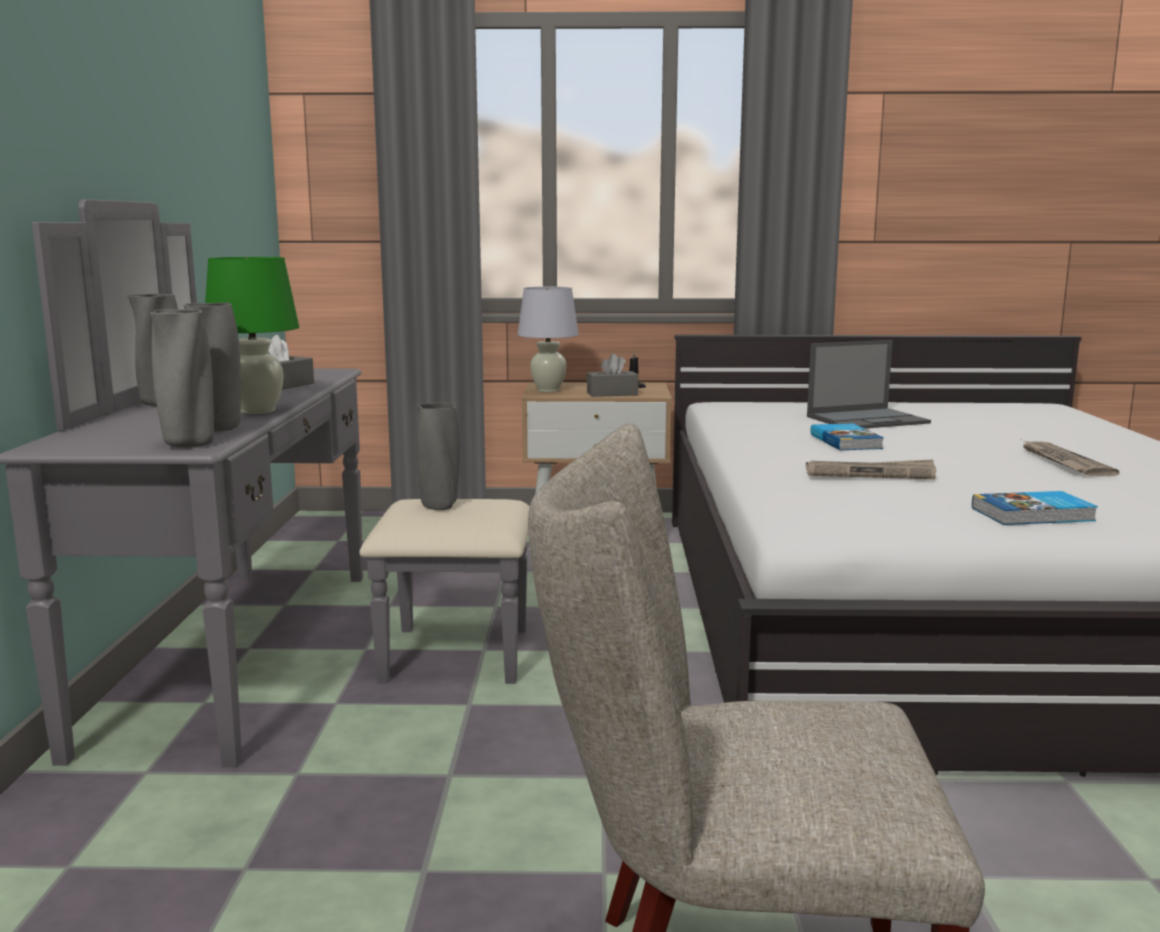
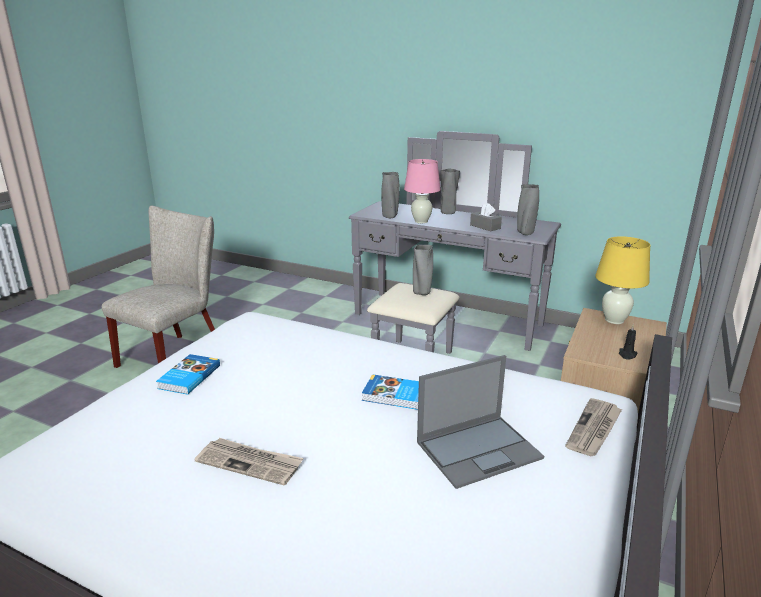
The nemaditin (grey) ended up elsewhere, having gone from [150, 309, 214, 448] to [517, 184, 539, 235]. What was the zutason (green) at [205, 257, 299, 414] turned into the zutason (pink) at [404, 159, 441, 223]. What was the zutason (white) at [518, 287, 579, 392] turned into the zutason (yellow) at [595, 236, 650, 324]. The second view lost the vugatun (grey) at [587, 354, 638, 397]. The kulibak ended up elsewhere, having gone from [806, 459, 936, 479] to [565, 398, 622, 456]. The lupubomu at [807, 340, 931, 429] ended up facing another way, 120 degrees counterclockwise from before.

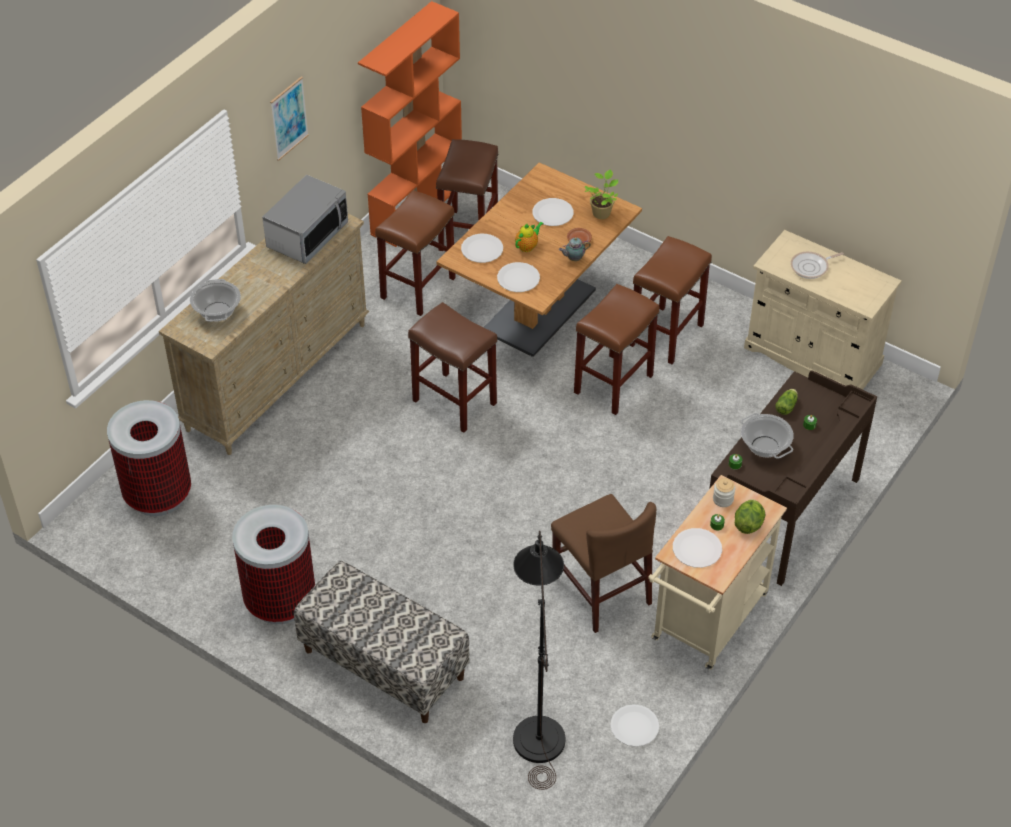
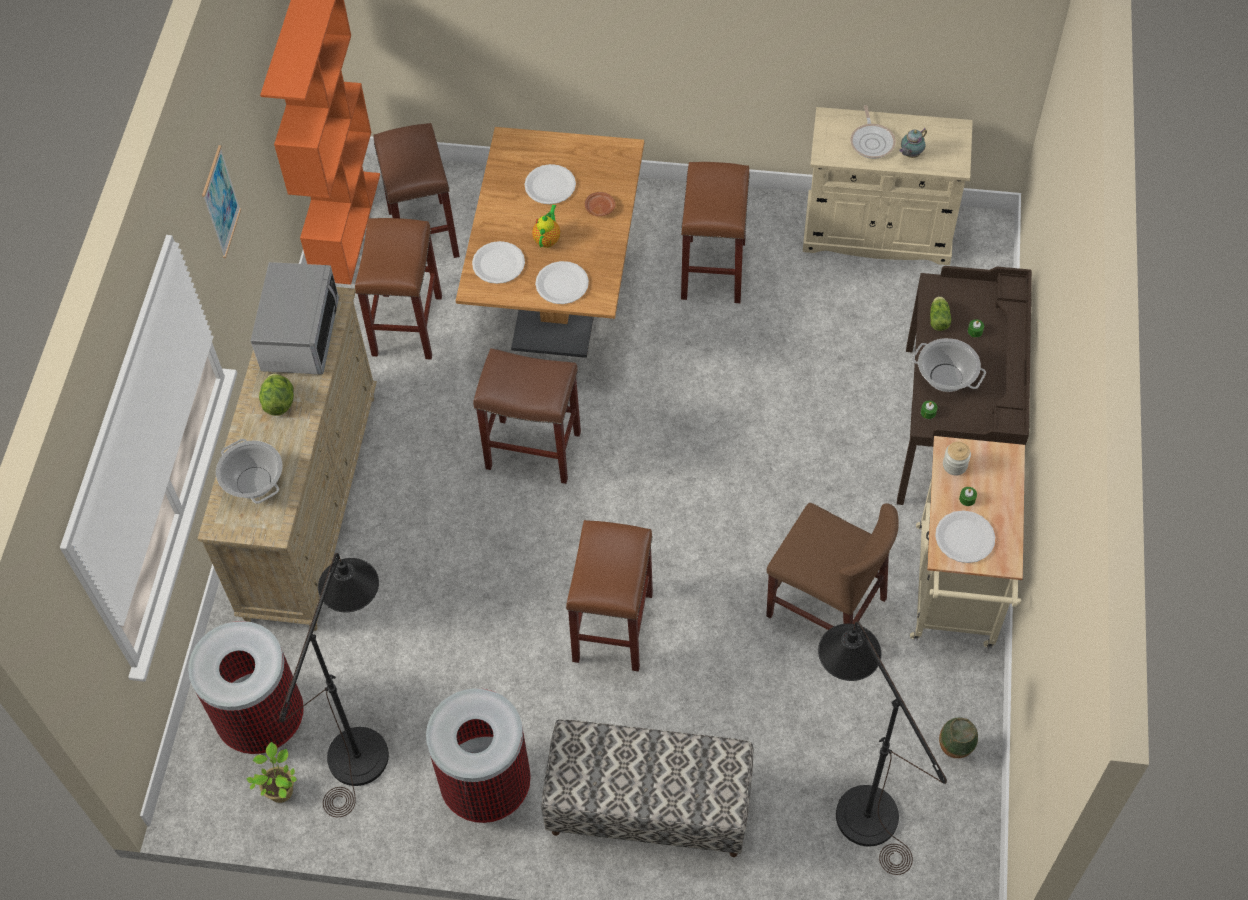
The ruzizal ended up elsewhere, having gone from [559, 237, 591, 261] to [899, 128, 927, 158]. The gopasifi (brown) ended up elsewhere, having gone from [574, 284, 659, 415] to [566, 520, 653, 672]. The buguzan ended up elsewhere, having gone from [585, 169, 618, 219] to [246, 742, 297, 803]. Where the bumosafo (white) stood at [610, 704, 659, 747], the nemaditin came to stand at [939, 717, 978, 758]. The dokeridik ended up elsewhere, having gone from [735, 499, 765, 534] to [259, 373, 294, 416]. The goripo at [791, 252, 844, 279] ended up facing another way, 45 degrees counterclockwise from before. The second view gained the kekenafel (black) at [279, 553, 389, 817].

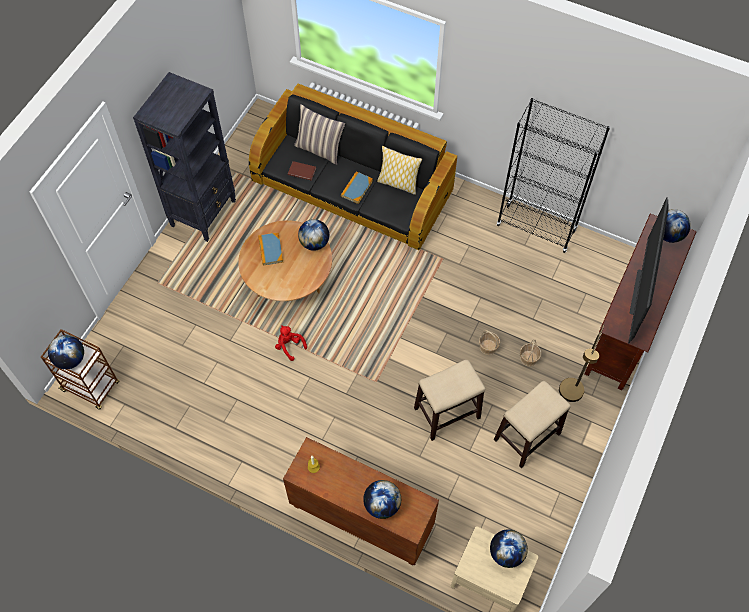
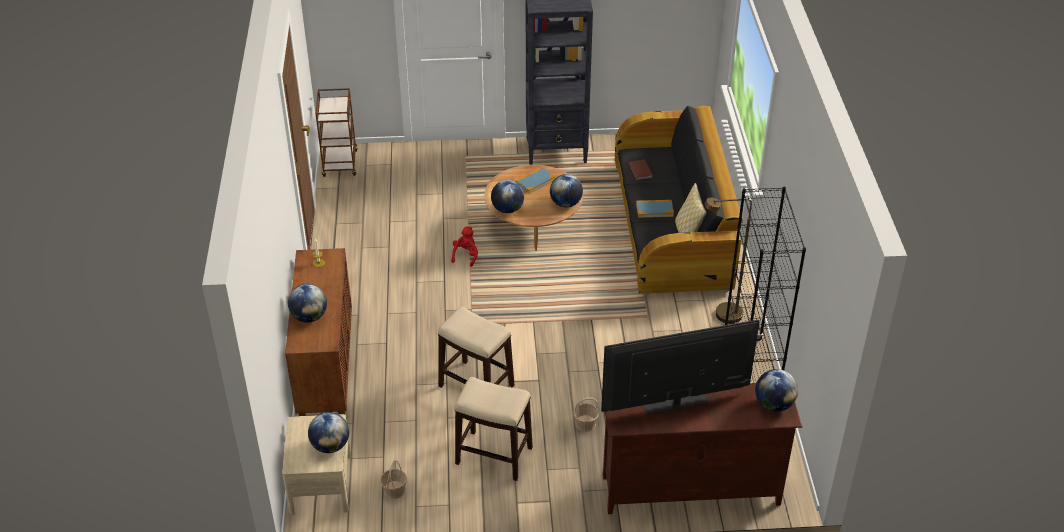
The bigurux ended up elsewhere, having gone from [48, 335, 84, 369] to [491, 180, 524, 213]. The second view lost the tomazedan at [294, 104, 345, 165]. The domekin ended up elsewhere, having gone from [479, 330, 500, 355] to [380, 460, 407, 499]. The kekenafel (brown) ended up elsewhere, having gone from [559, 324, 605, 402] to [705, 197, 752, 324].

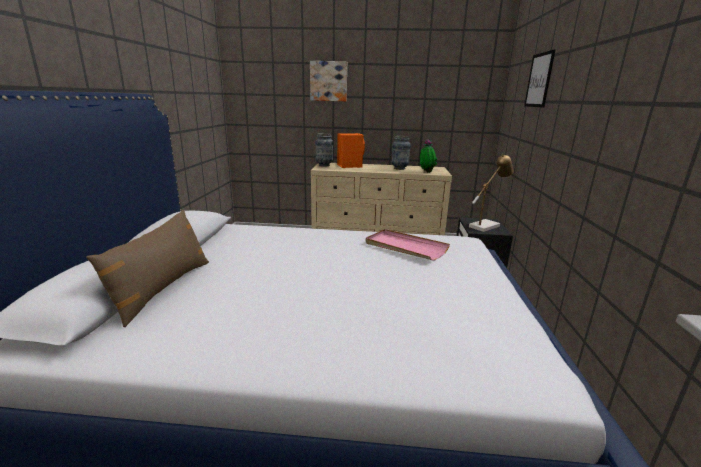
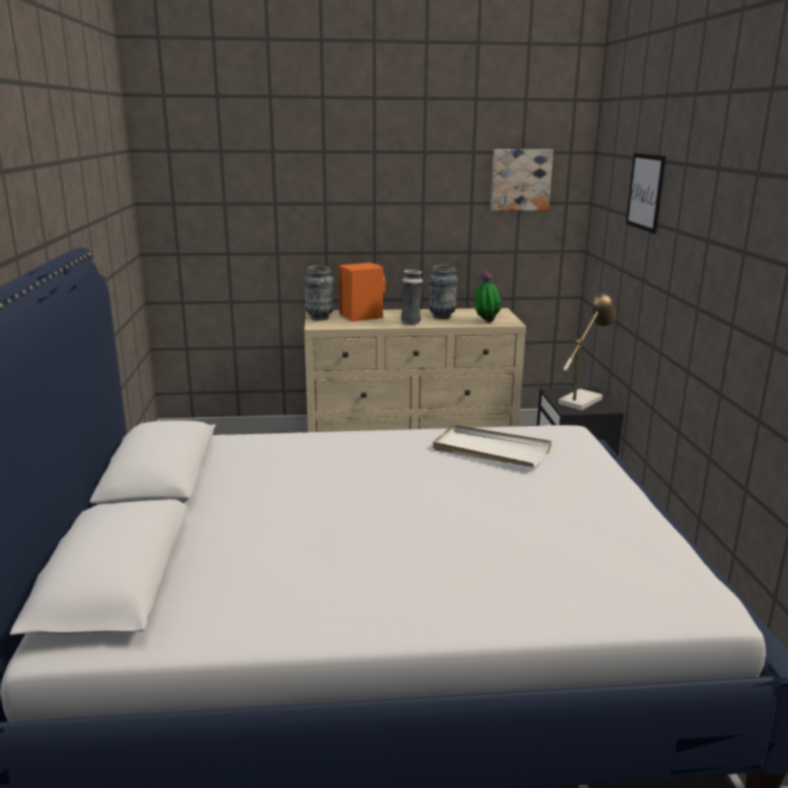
The second view lost the tomazedan (brown) at [86, 210, 209, 327]. The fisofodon ended up elsewhere, having gone from [310, 61, 347, 101] to [490, 149, 553, 211]. What was the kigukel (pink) at [366, 229, 450, 261] turned into the kigukel (white) at [433, 425, 552, 468]. The second view gained the nemaditin at [401, 270, 423, 325].

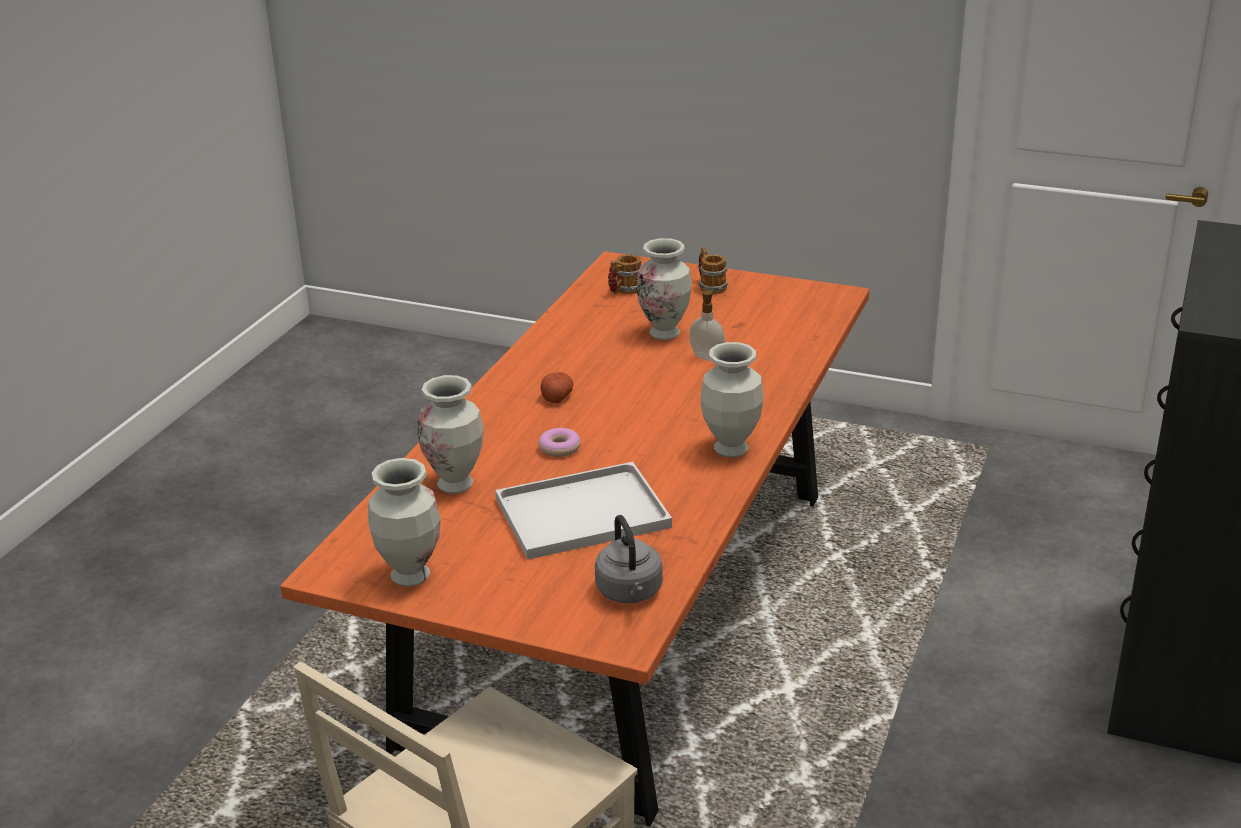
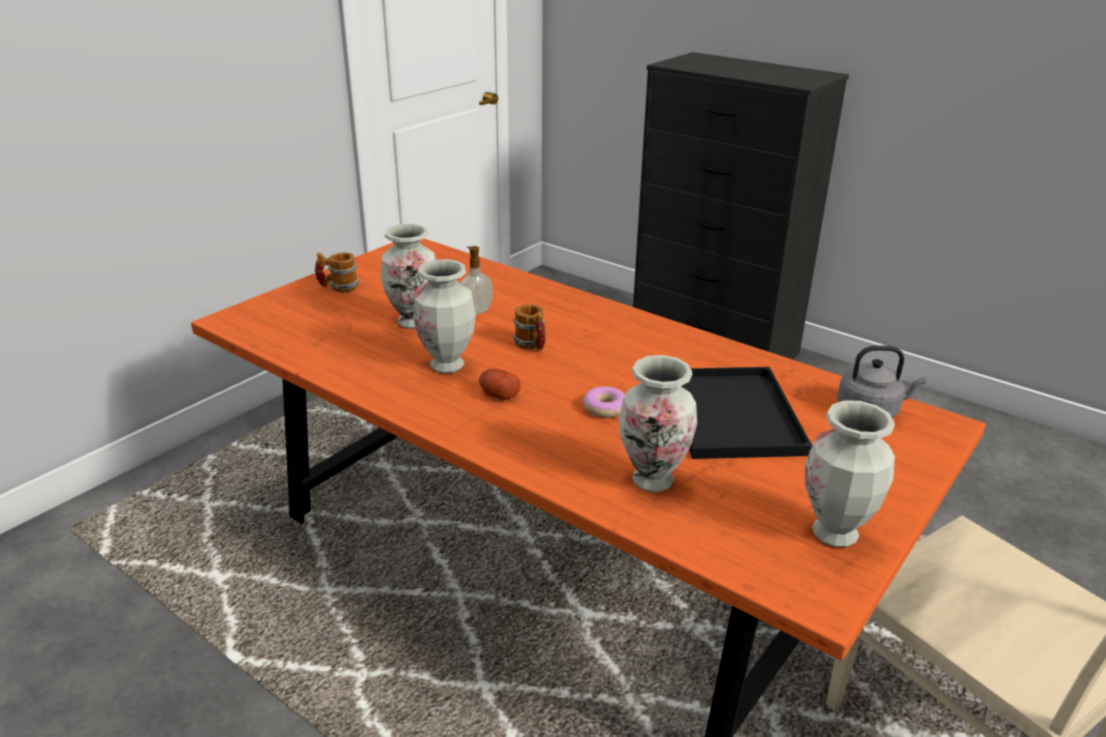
What was the kigukel (white) at [495, 462, 672, 560] turned into the kigukel (black) at [681, 367, 812, 459]. The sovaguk ended up elsewhere, having gone from [608, 254, 641, 294] to [513, 304, 546, 351]. The nemaditin ended up elsewhere, having gone from [700, 342, 764, 458] to [413, 259, 476, 374].

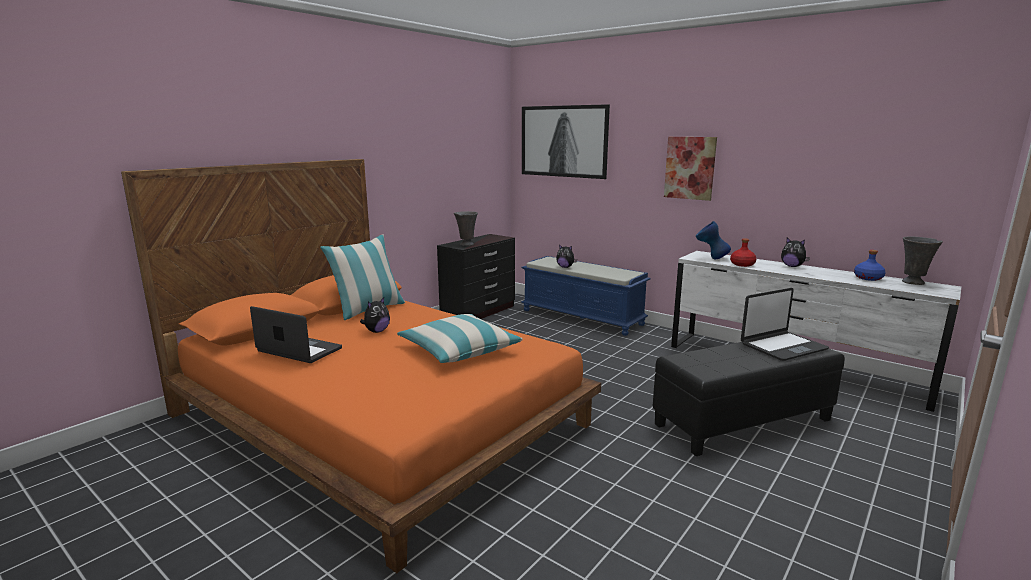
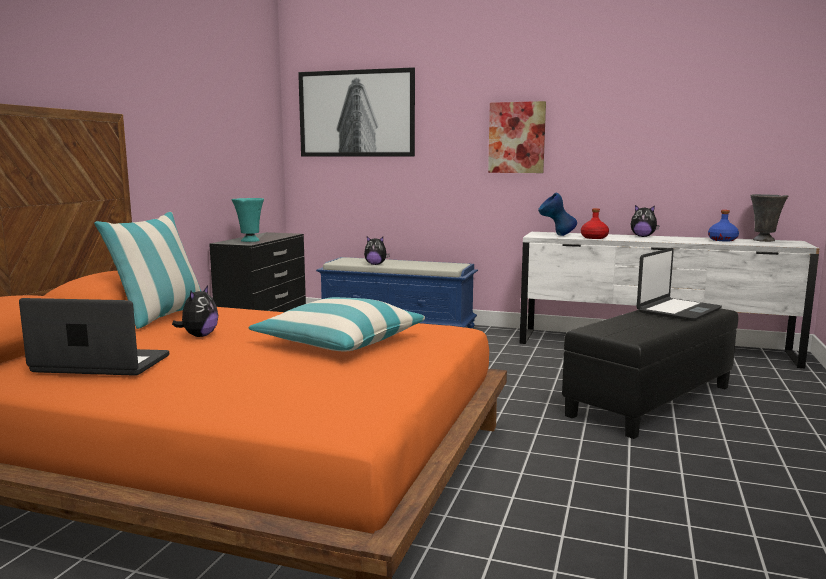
What was the nemaditin (grey) at [454, 211, 478, 246] turned into the nemaditin (turquoise) at [231, 198, 264, 242].

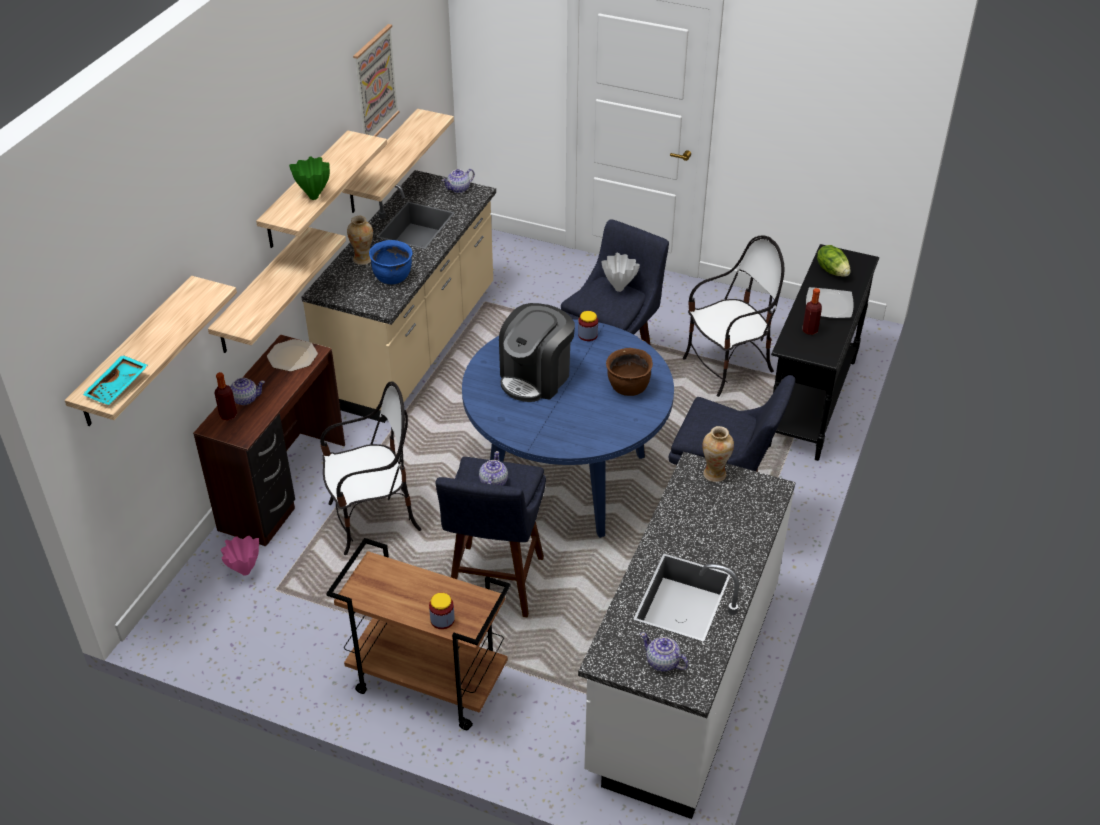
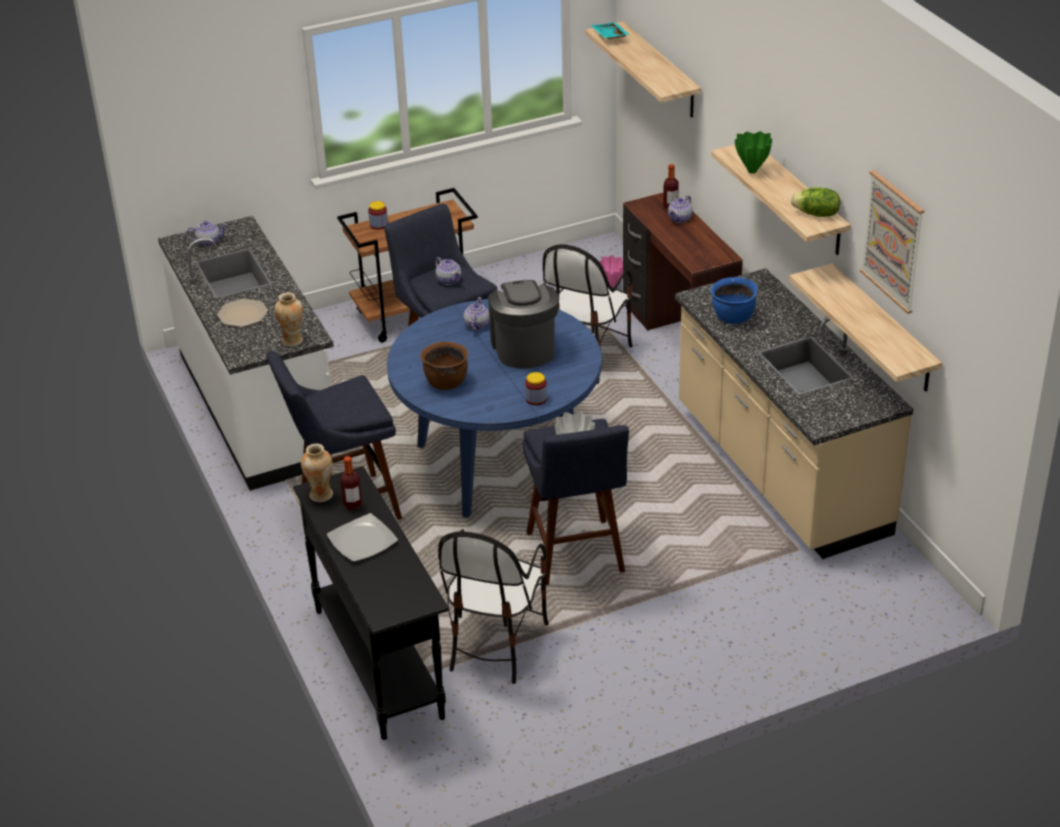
The second view lost the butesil at [208, 227, 346, 353]. The bumosafo ended up elsewhere, having gone from [267, 339, 318, 372] to [217, 298, 268, 327]. The nemaditin ended up elsewhere, having gone from [347, 216, 373, 265] to [301, 443, 333, 502]. The ruzizal ended up elsewhere, having gone from [442, 169, 475, 193] to [463, 297, 490, 331]. The dokeridik ended up elsewhere, having gone from [817, 245, 850, 277] to [791, 187, 840, 217].

